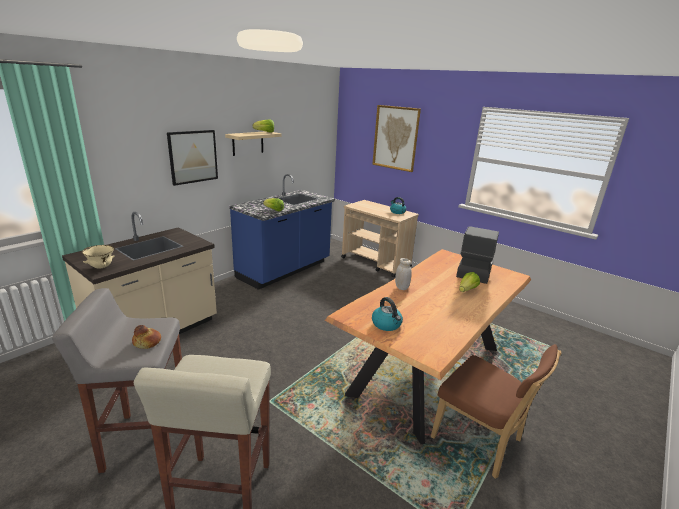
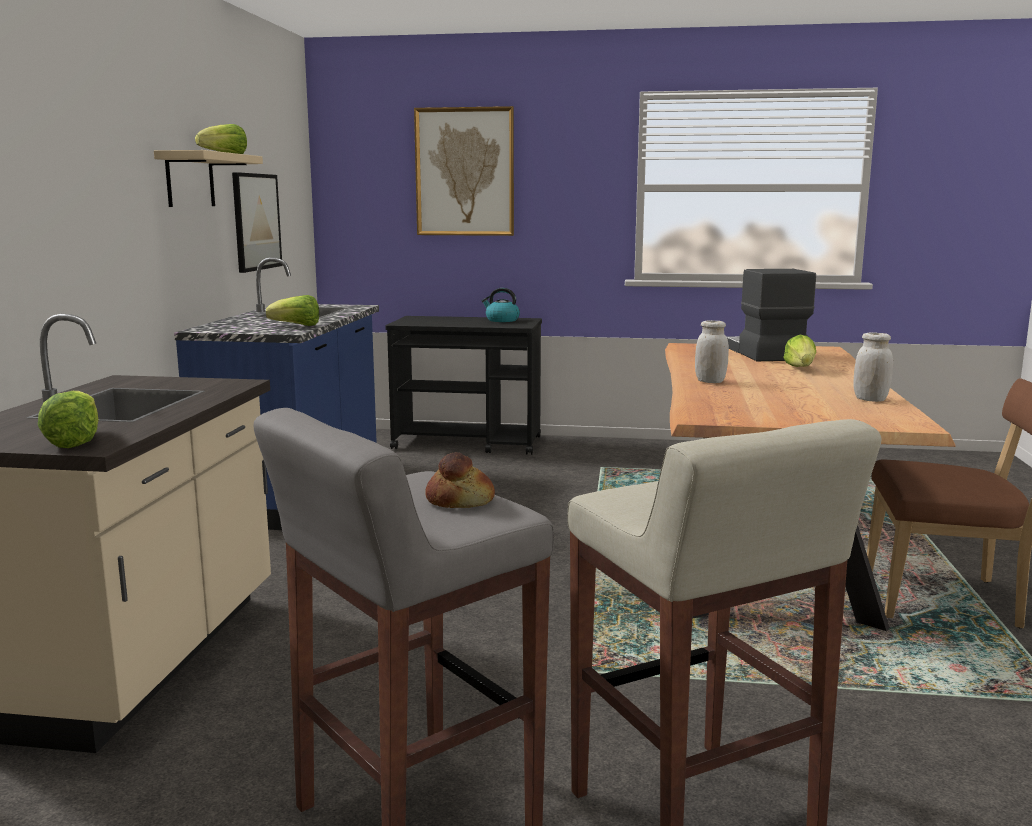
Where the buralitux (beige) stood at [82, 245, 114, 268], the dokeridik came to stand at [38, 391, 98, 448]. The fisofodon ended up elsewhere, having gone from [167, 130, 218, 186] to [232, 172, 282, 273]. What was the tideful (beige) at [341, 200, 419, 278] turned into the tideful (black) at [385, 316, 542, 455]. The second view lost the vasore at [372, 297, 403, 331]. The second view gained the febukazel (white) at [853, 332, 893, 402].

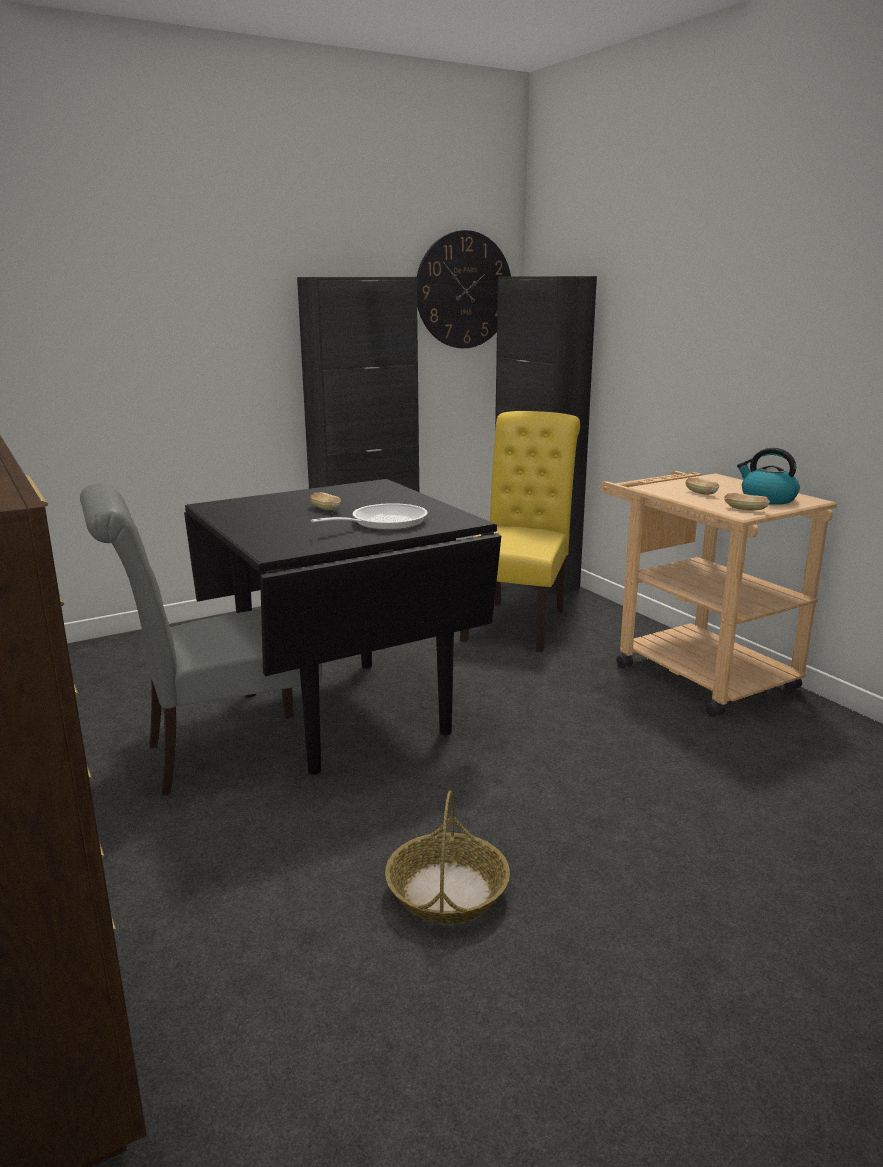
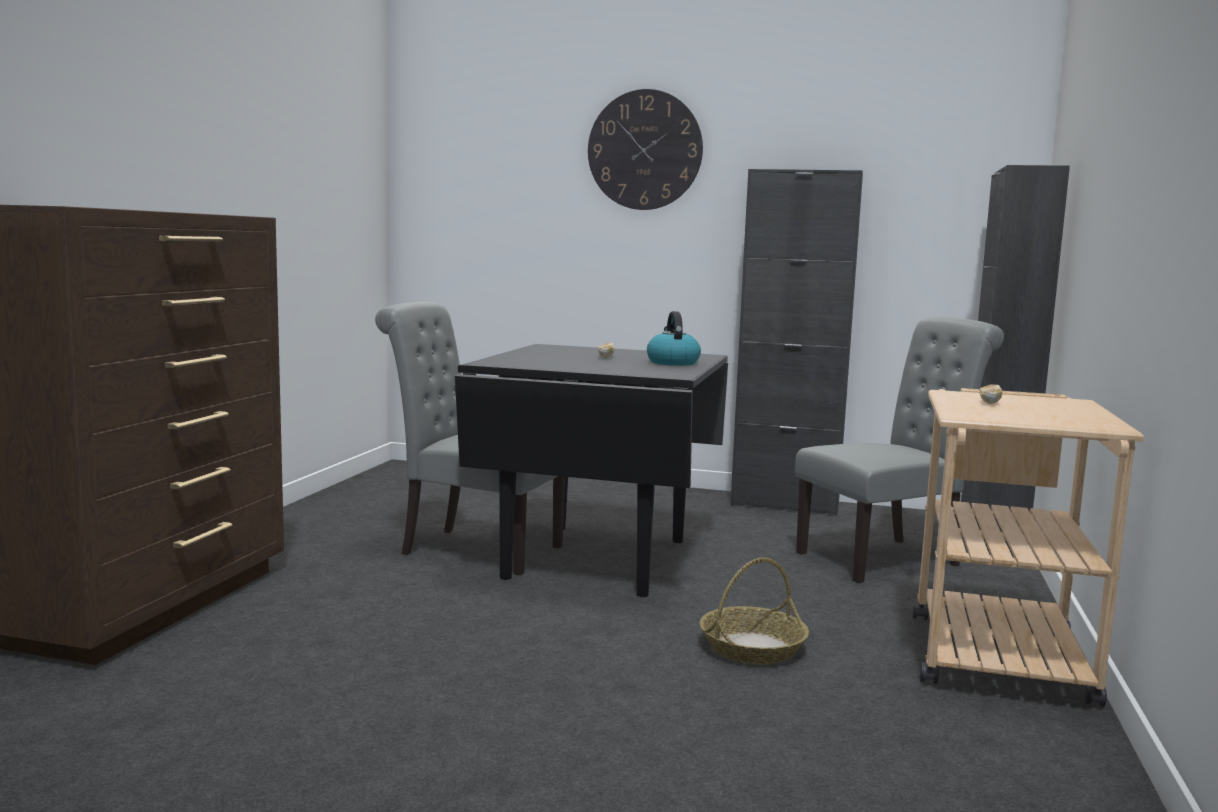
The second view lost the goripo at [311, 503, 428, 530]. The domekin ended up elsewhere, having gone from [385, 790, 510, 924] to [700, 557, 809, 664]. The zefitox ended up elsewhere, having gone from [417, 230, 511, 348] to [588, 89, 703, 210]. What was the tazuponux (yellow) at [460, 411, 580, 652] turned into the tazuponux (grey) at [795, 317, 1004, 583]. The second view lost the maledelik at [724, 493, 770, 510]. The vasore ended up elsewhere, having gone from [737, 448, 800, 505] to [647, 311, 701, 366].

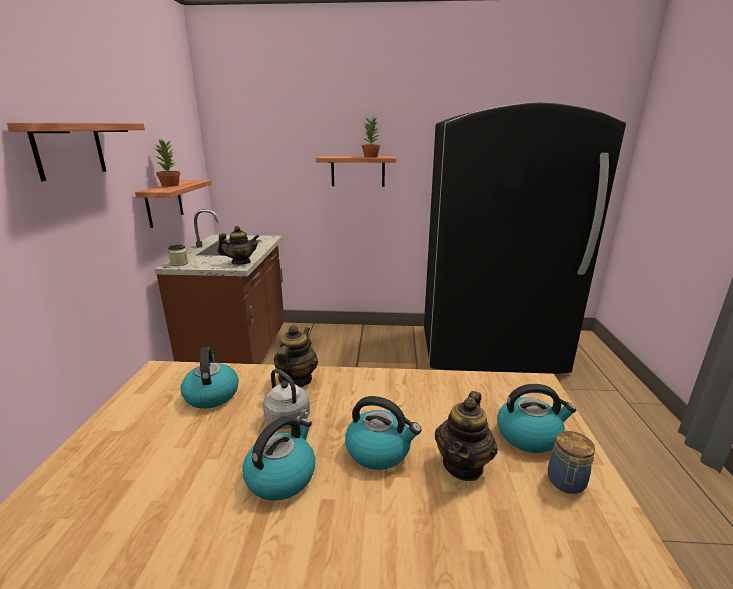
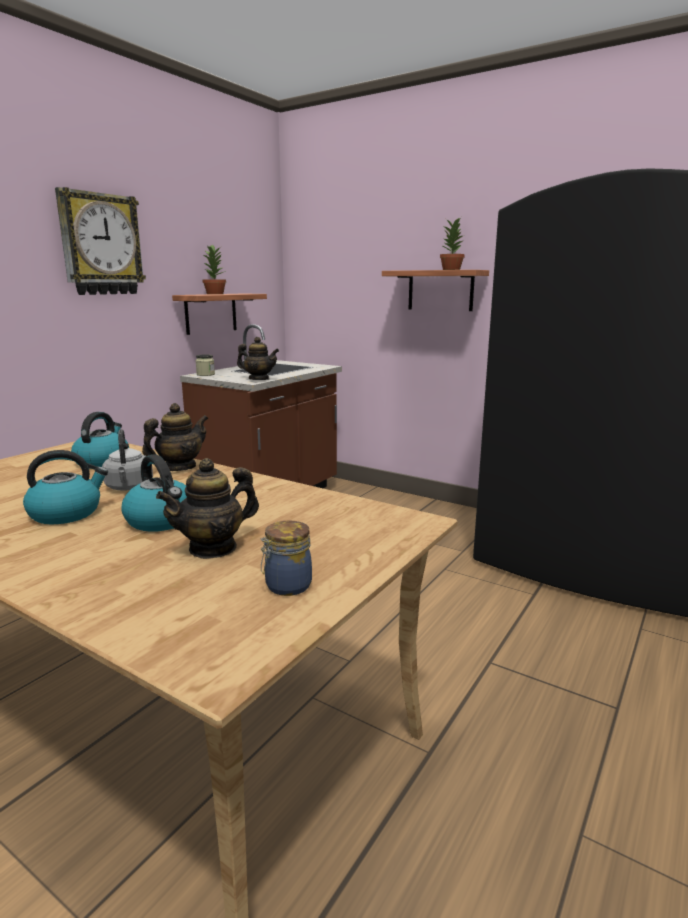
Where the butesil hung at [7, 123, 145, 181], the zefitox came to hang at [55, 187, 146, 295]. The second view lost the vasore at [497, 384, 576, 453].

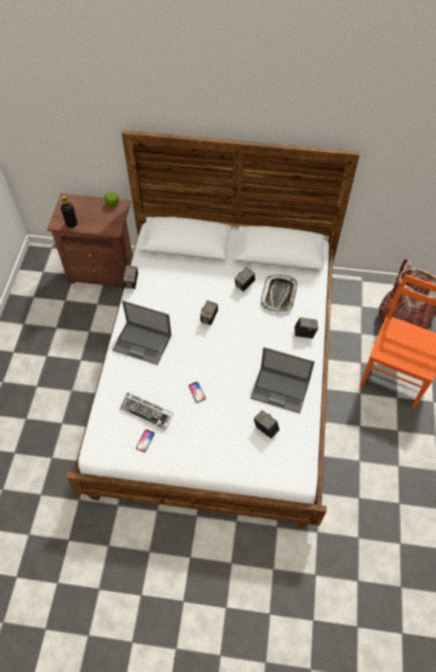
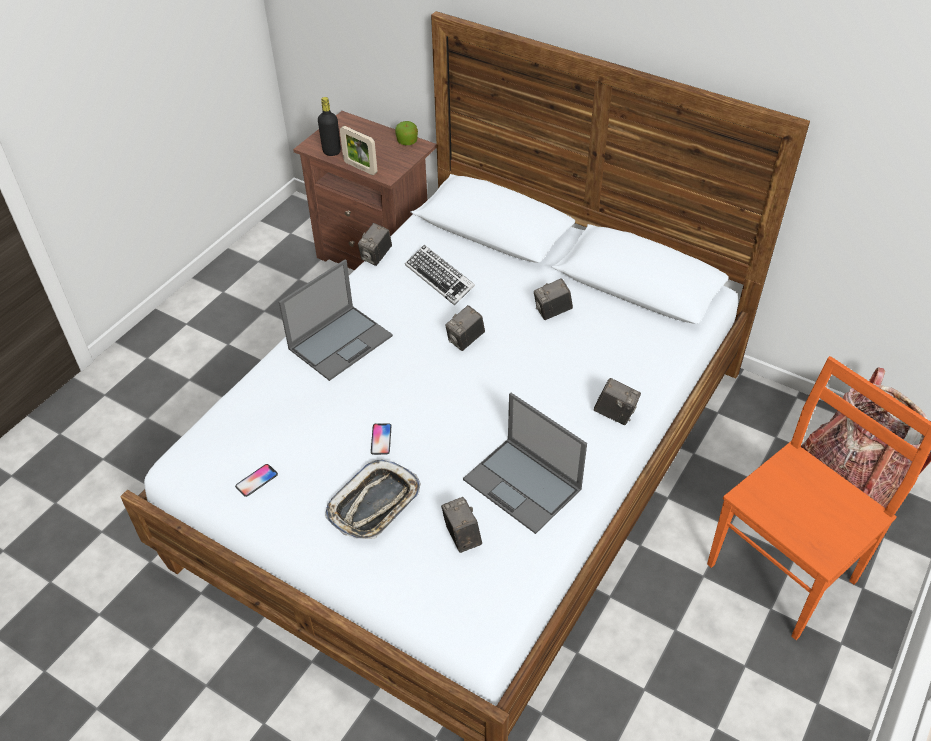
The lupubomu at [112, 301, 172, 365] ended up facing another way, 90 degrees counterclockwise from before. The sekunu ended up elsewhere, having gone from [119, 392, 173, 431] to [405, 245, 475, 305]. The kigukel ended up elsewhere, having gone from [261, 274, 298, 312] to [325, 460, 421, 539]. The second view gained the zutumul at [340, 126, 377, 175].

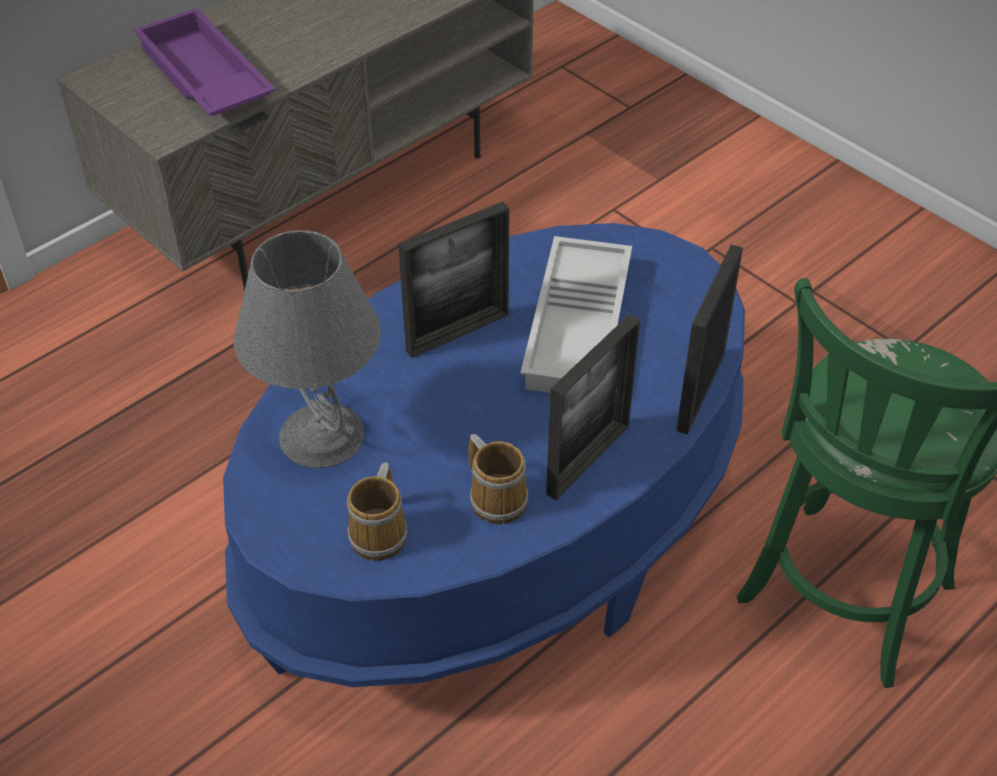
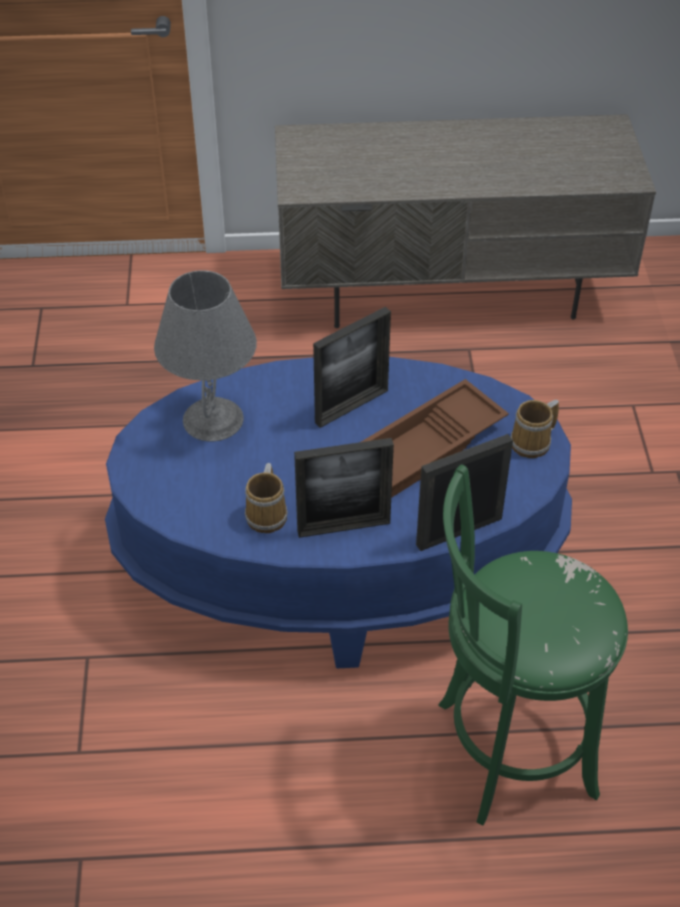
The second view lost the kigukel (purple) at [134, 8, 275, 116]. The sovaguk ended up elsewhere, having gone from [347, 463, 408, 561] to [511, 400, 559, 458]. The zutumul at [398, 201, 509, 358] ended up facing another way, 45 degrees counterclockwise from before. What was the kigukel (white) at [520, 236, 632, 393] turned into the kigukel (brown) at [361, 379, 509, 498].

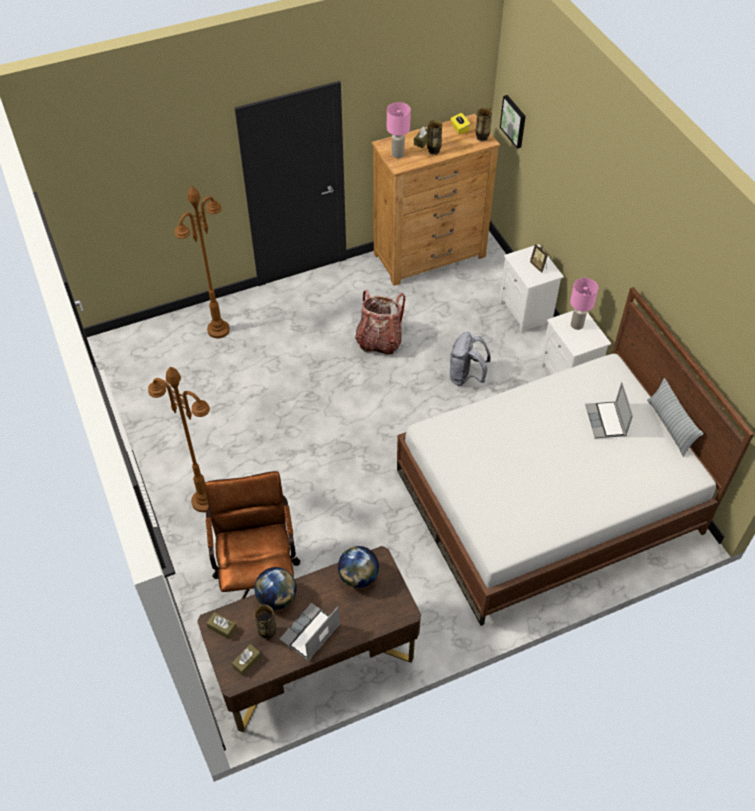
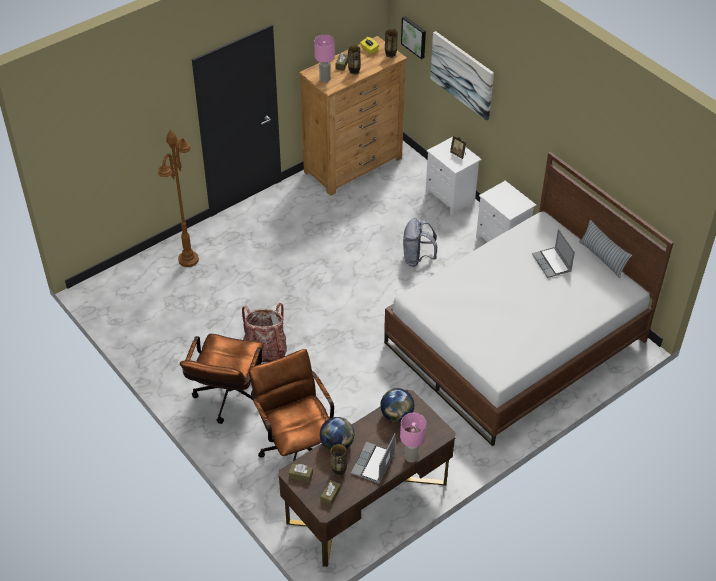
Where the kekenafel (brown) stood at [148, 367, 210, 512], the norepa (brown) came to stand at [180, 334, 263, 424]. The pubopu ended up elsewhere, having gone from [355, 290, 405, 355] to [242, 303, 287, 363]. The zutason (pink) ended up elsewhere, having gone from [570, 278, 598, 330] to [400, 413, 426, 463]. The second view gained the fisofodon at [430, 31, 494, 121].

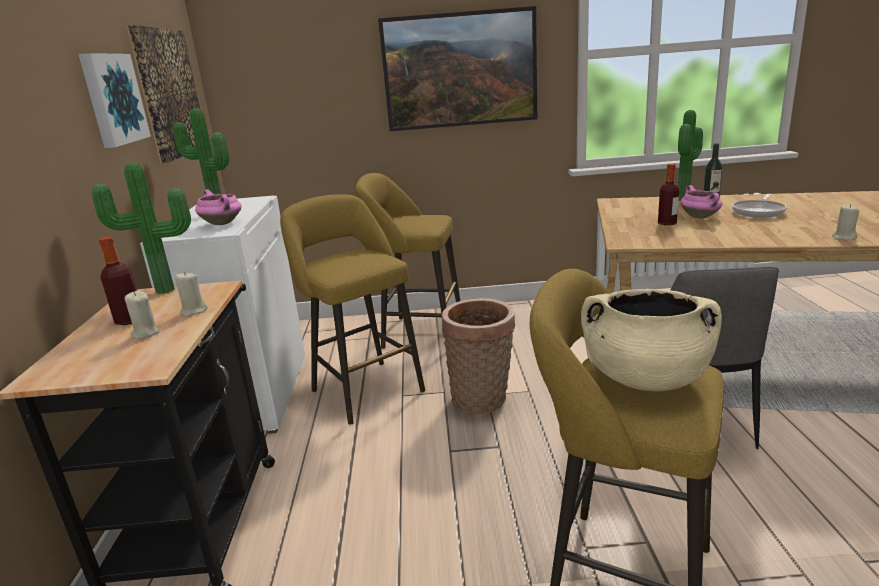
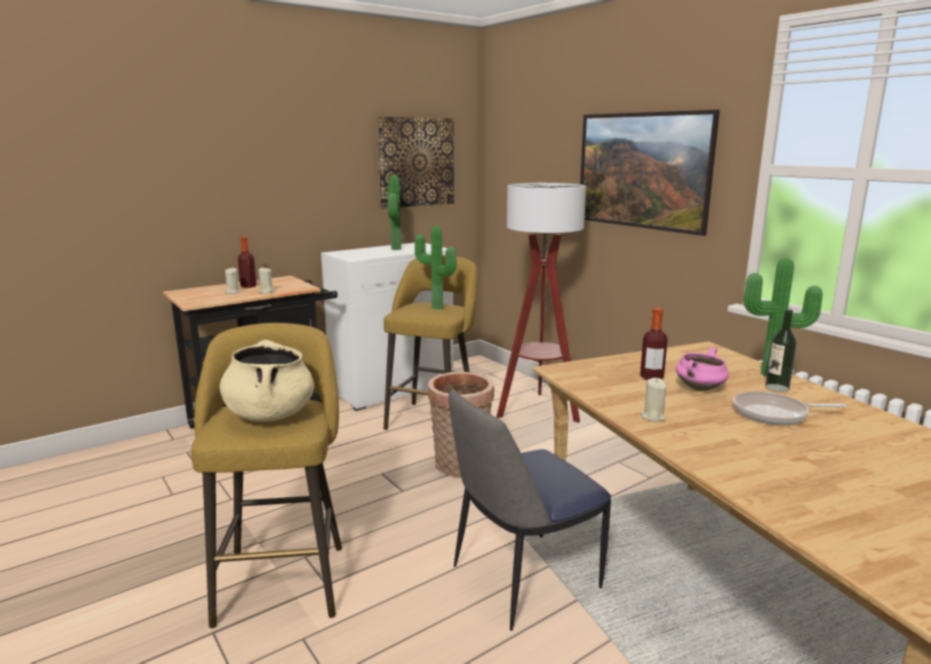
The second view lost the fisofodon at [78, 53, 151, 148]. The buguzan ended up elsewhere, having gone from [91, 162, 191, 294] to [415, 226, 457, 309]. The second view lost the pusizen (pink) at [195, 189, 242, 225]. Where the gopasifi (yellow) stood at [355, 173, 460, 349], the kekenafel came to stand at [496, 183, 586, 423]. The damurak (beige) ended up elsewhere, having gone from [832, 204, 860, 240] to [640, 378, 667, 422].

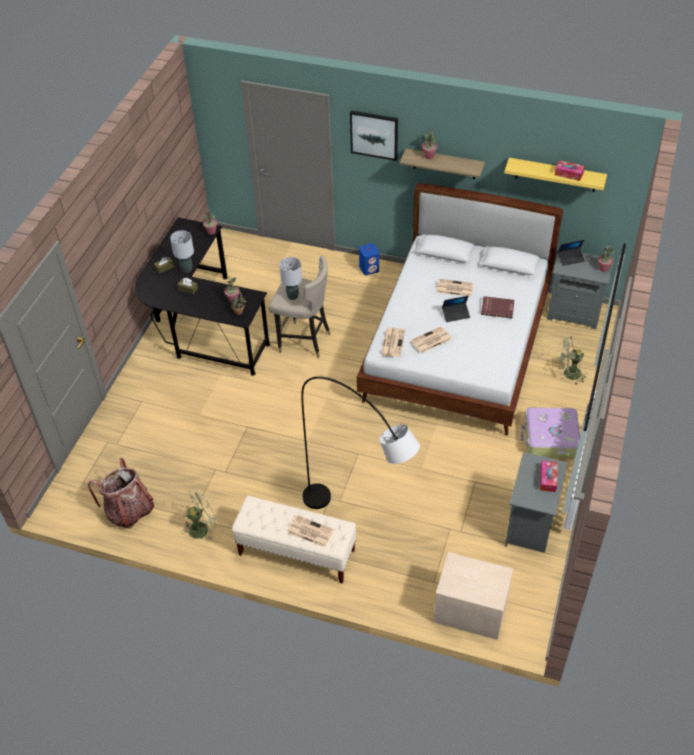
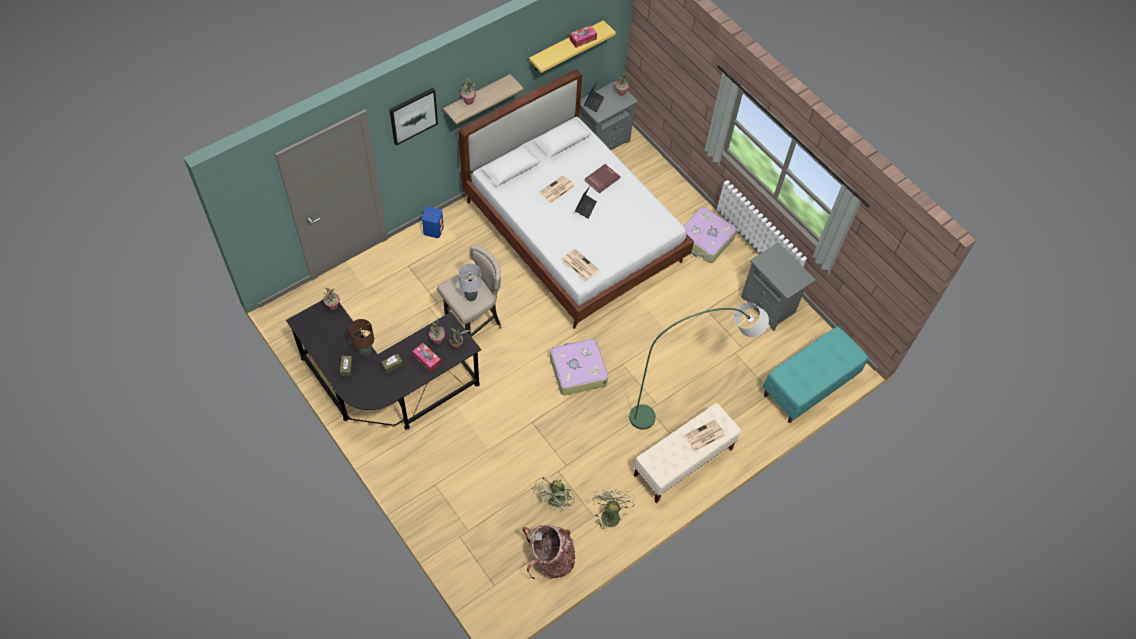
What was the zutason (grey) at [170, 230, 194, 273] turned into the zutason (brown) at [349, 319, 374, 357]. What was the kekenafel (grey) at [301, 376, 420, 509] turned into the kekenafel (green) at [629, 303, 769, 430]. The second view lost the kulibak at [410, 326, 452, 353]. Where the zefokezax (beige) stood at [434, 552, 513, 640], the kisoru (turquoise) came to stand at [763, 326, 869, 423]. The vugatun ended up elsewhere, having gone from [540, 461, 558, 492] to [412, 343, 441, 372]. The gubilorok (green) ended up elsewhere, having gone from [556, 336, 588, 384] to [533, 477, 574, 511]. The second view gained the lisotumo at [550, 338, 608, 396].

